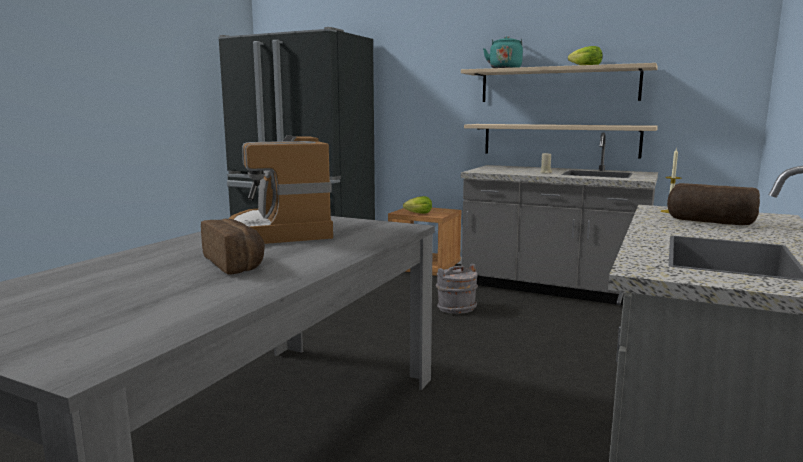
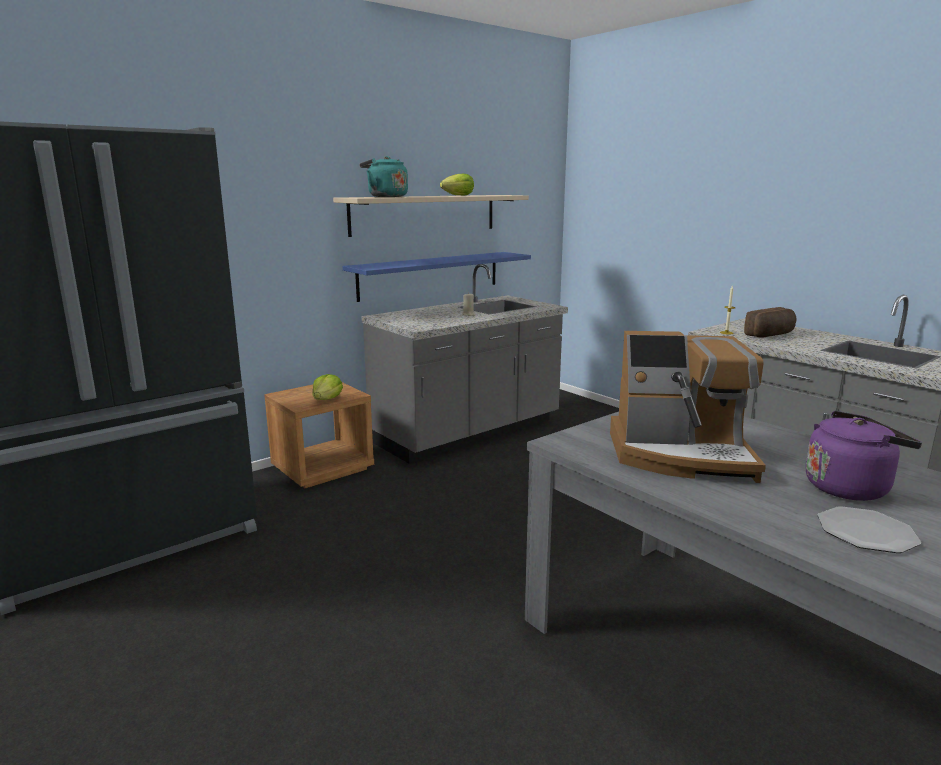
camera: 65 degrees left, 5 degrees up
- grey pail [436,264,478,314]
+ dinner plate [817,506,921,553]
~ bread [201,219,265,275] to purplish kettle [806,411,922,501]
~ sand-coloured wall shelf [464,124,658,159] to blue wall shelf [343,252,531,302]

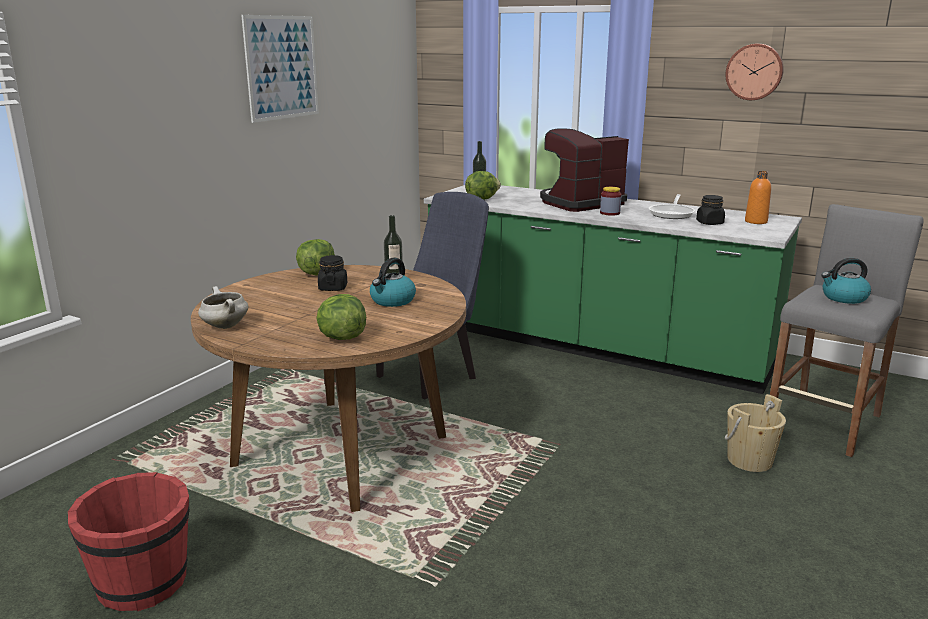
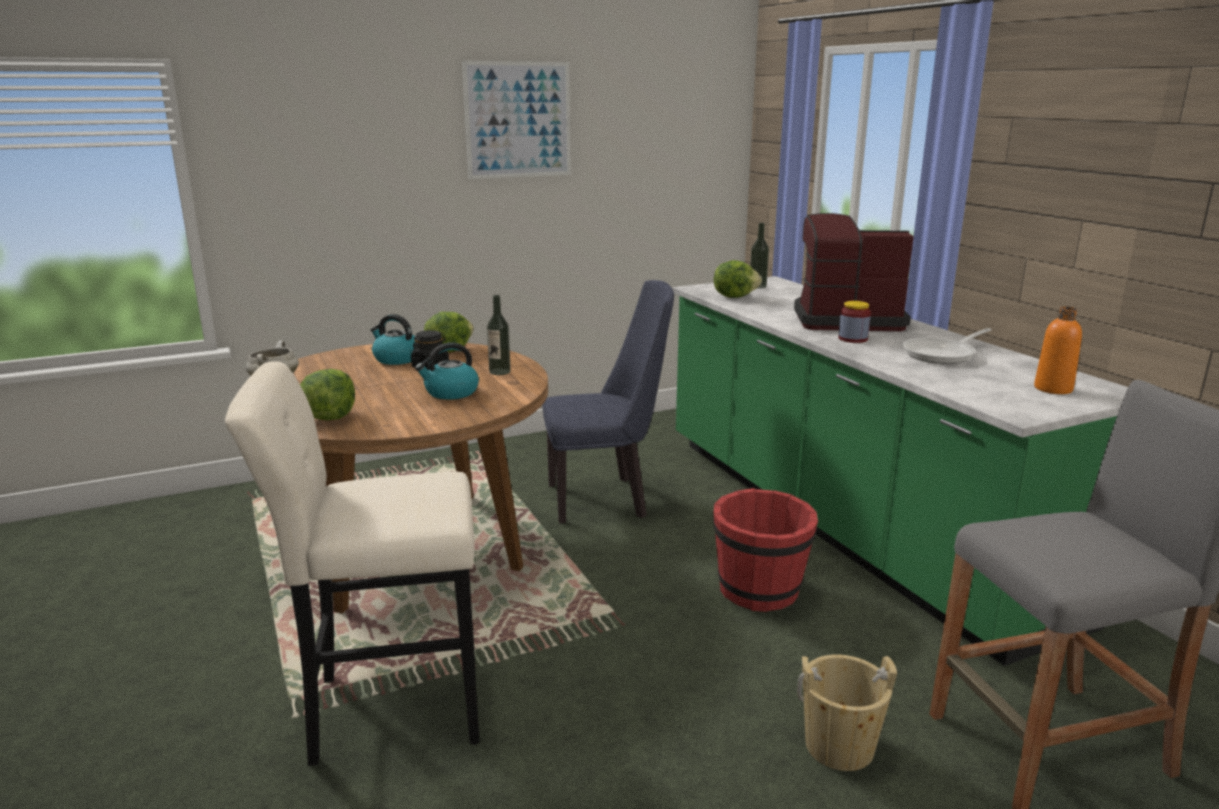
camera: 35 degrees right, 0 degrees up
- black preserve jar [696,195,725,225]
- hanging clock [725,44,784,100]
+ sand-coloured stool seat [225,361,480,766]
~ reddish pail [68,472,190,611] to [713,488,818,612]
~ kettle [821,258,871,304] to [371,314,415,365]

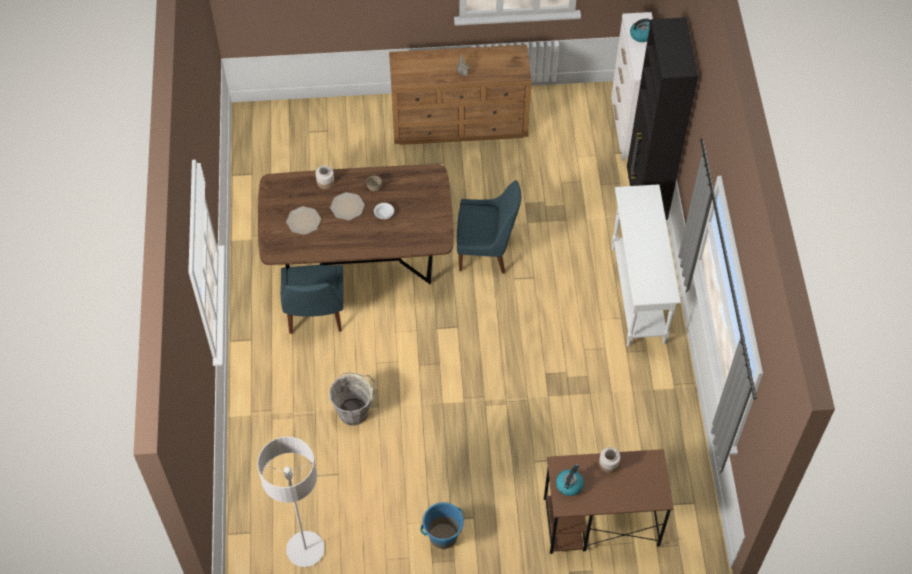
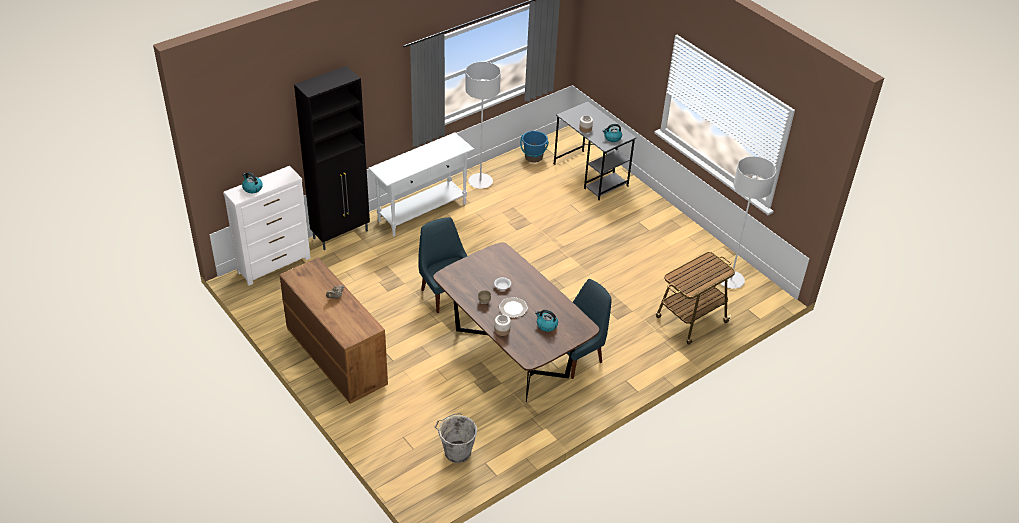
camera: 125 degrees left, 15 degrees down
+ grey floor lamp [465,62,501,189]
+ wheeled cart [656,252,735,345]
~ grey pail [329,373,375,426] to [435,413,477,463]
~ blue pail [420,502,464,549] to [520,131,549,163]
~ dinner plate [286,206,321,235] to kettle [535,310,558,332]
~ brown-coloured desk table [544,449,674,554] to grey desk table [554,101,637,200]

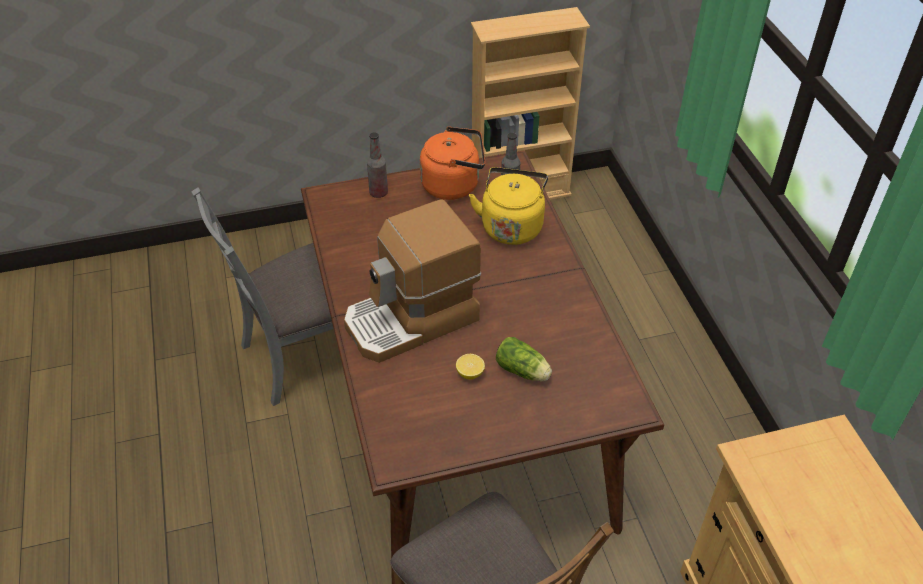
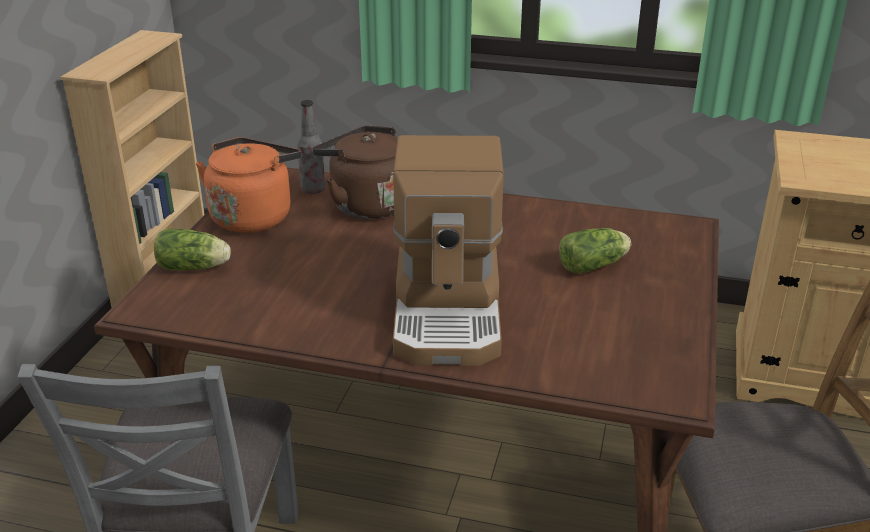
camera: 60 degrees left, 15 degrees down
- whole lemon [456,354,485,380]
~ drink bottle [367,132,388,198] to head of lettuce [154,229,231,271]
~ yellow-coloured kettle [469,167,548,245] to brown-coloured kettle [312,126,398,219]

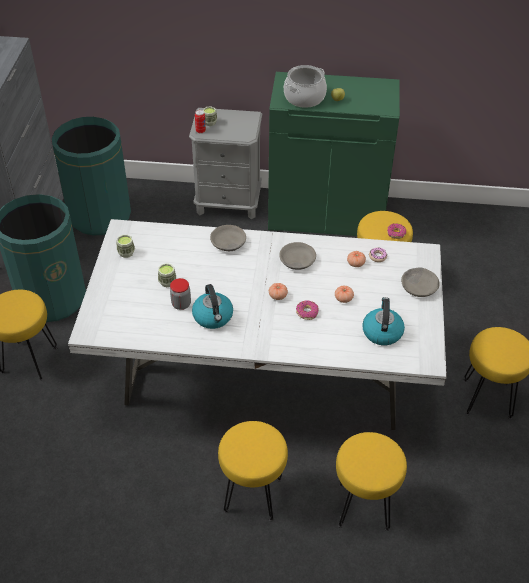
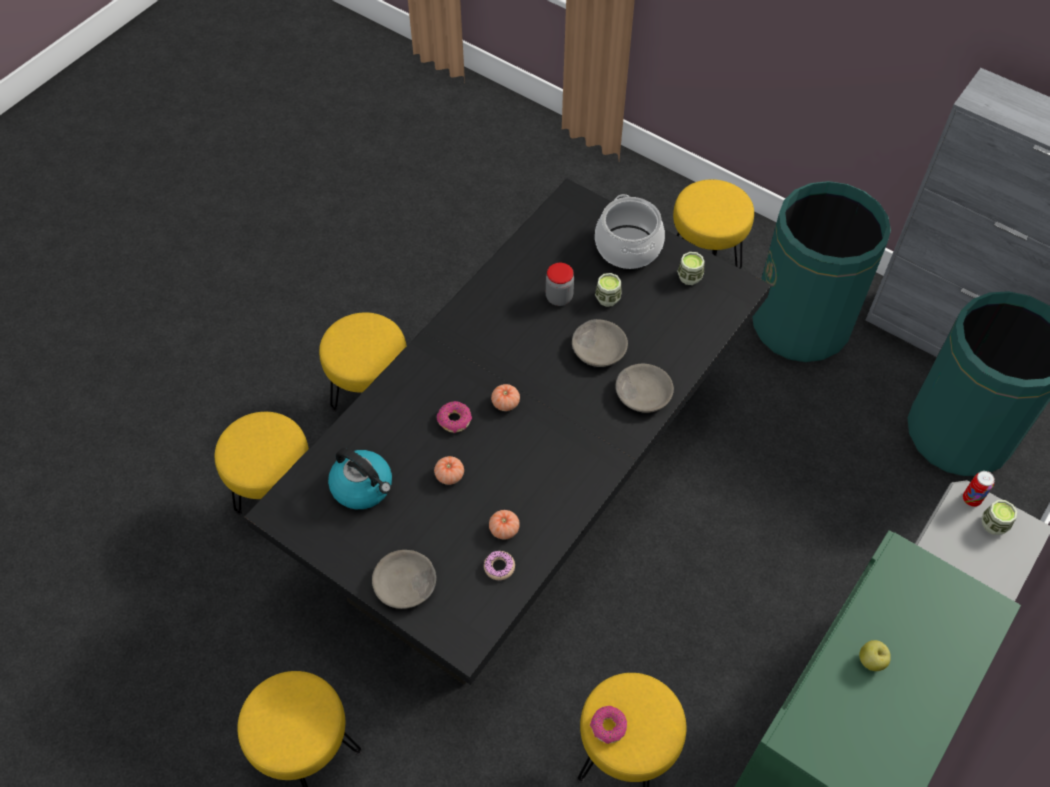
camera: 120 degrees right, 10 degrees up
- kettle [192,284,233,329]
~ grey deep dish [279,242,316,270] to [572,319,628,367]
~ stockpot [284,65,327,108] to [595,194,665,269]
~ whitish dining table [68,219,447,430] to black dining table [244,179,771,685]

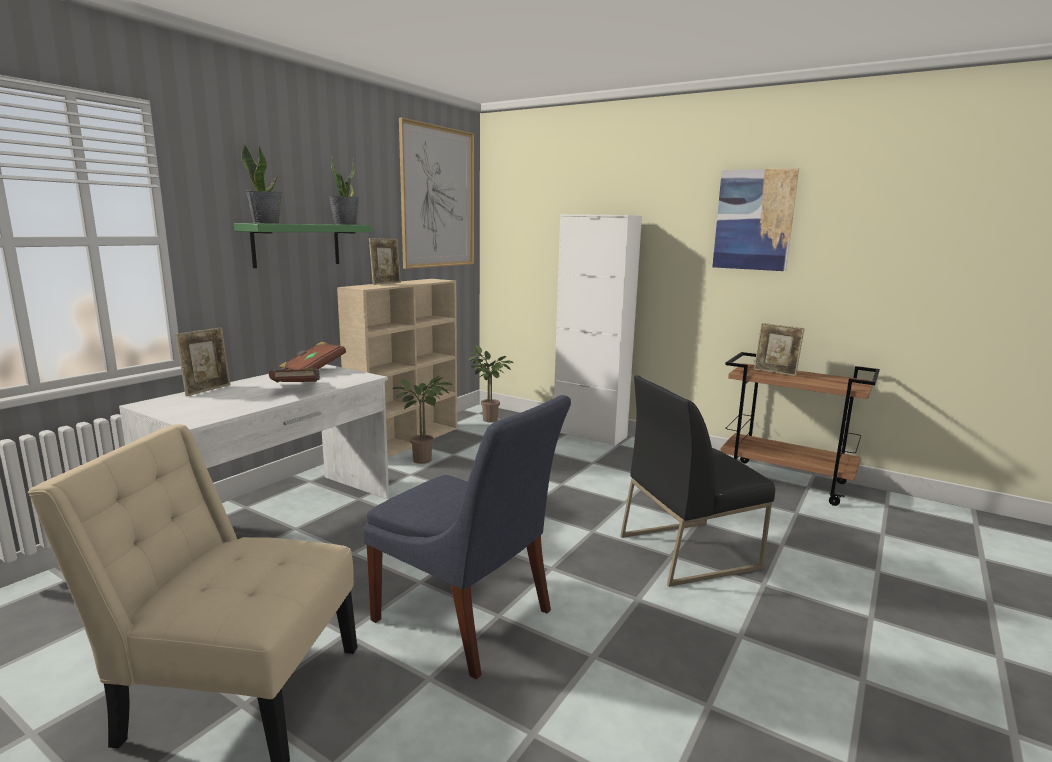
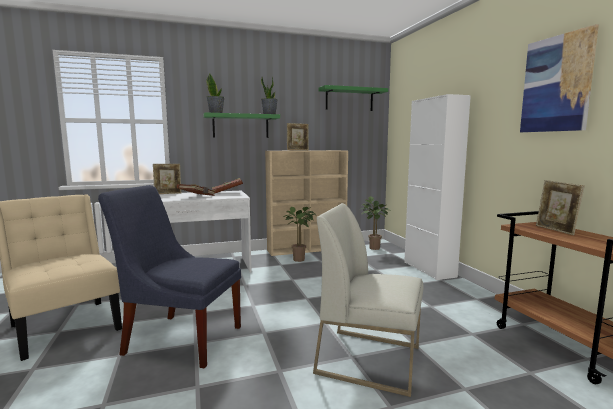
camera: 40 degrees right, 5 degrees down
~ wall picture [399,117,474,269] to green-coloured wall shelf [318,85,388,111]
~ black upright chair [620,375,775,587] to whitish upright chair [313,203,424,397]
~ blue upright chair [363,395,571,679] = [98,185,241,368] 120 degrees clockwise

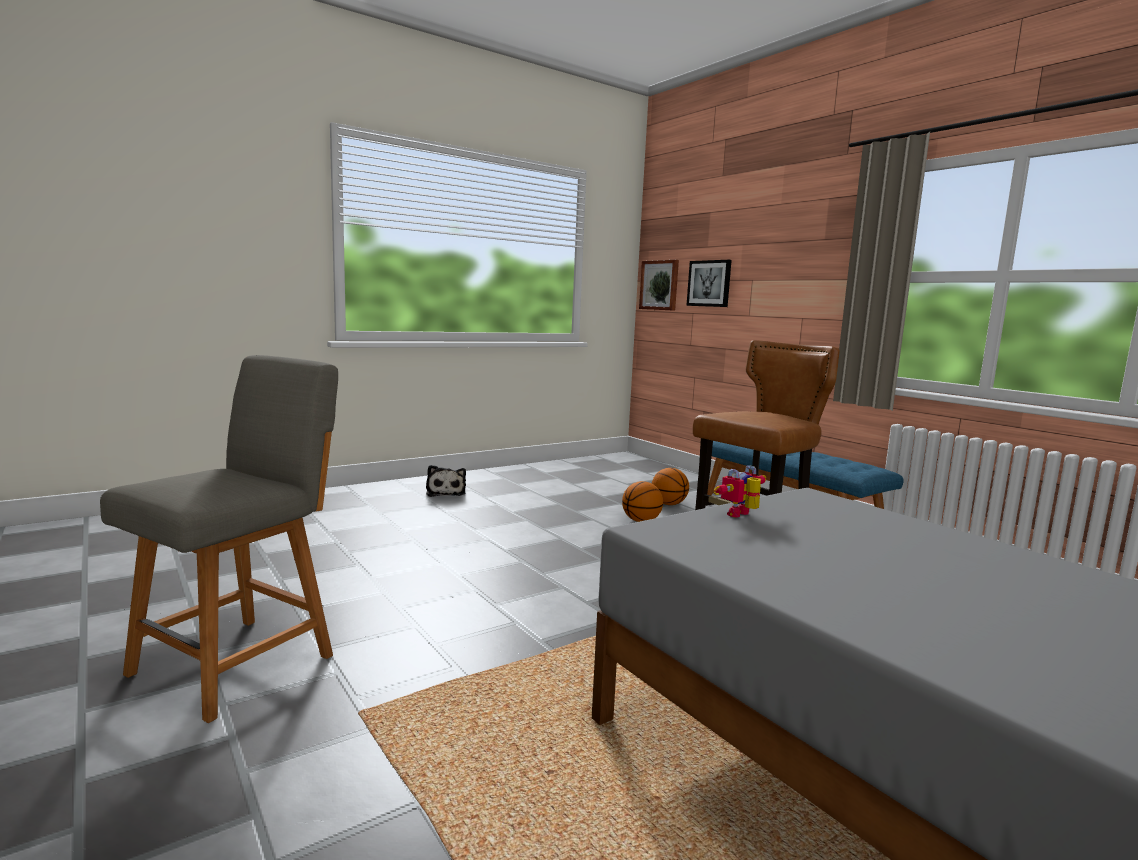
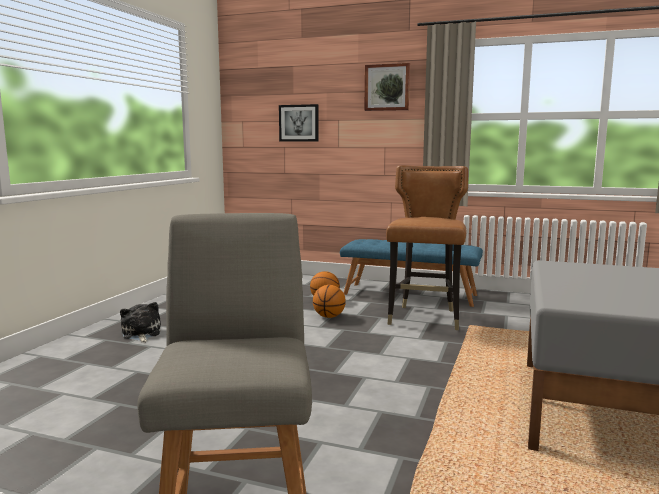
camera: 35 degrees left, 0 degrees up
- robot figure [713,465,767,517]
~ wall picture [639,260,679,311] to [364,63,410,111]
~ soft toy [426,465,466,497] = [120,302,161,343] 150 degrees counterclockwise

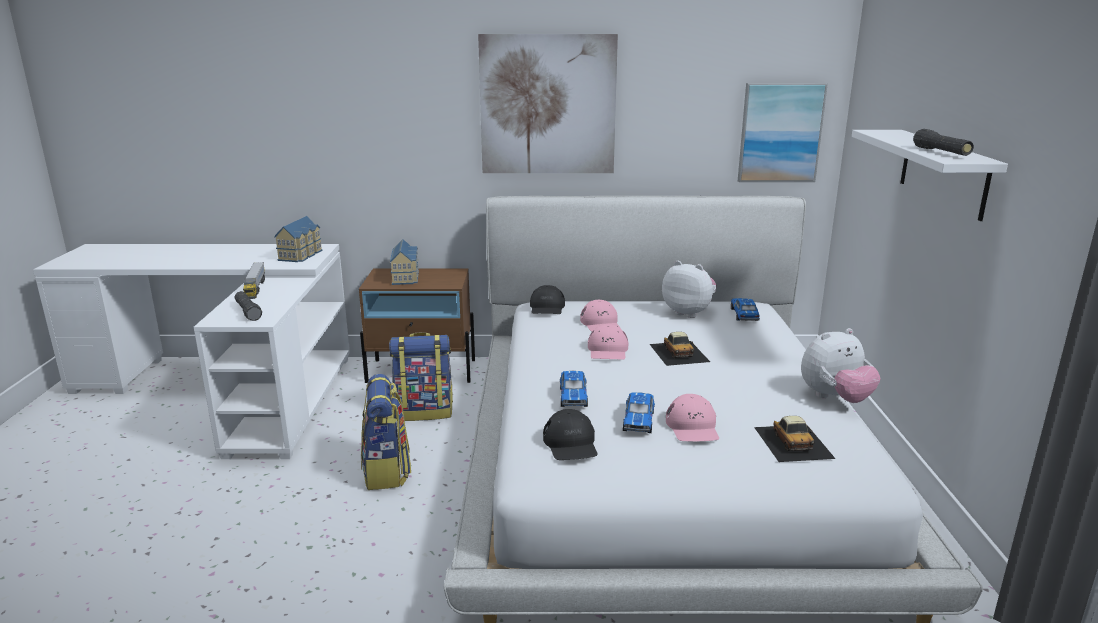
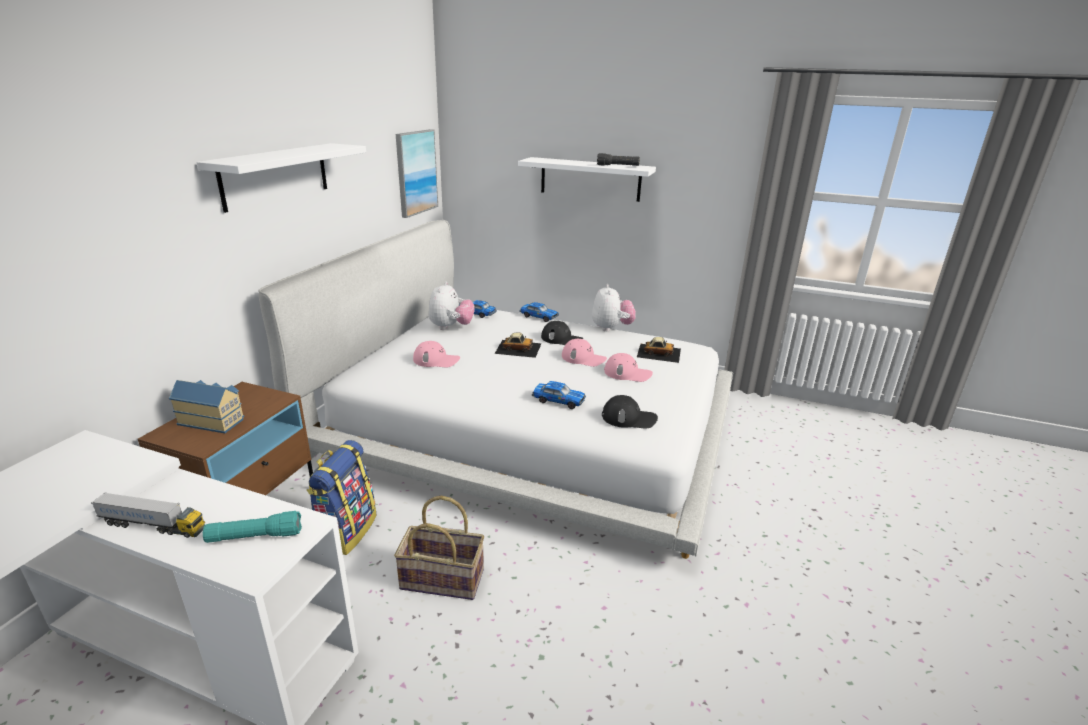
camera: 70 degrees left, 5 degrees up
- toy house [274,216,322,262]
~ black cap [530,285,565,314] to [541,321,583,345]
~ pink cap [588,324,629,360] to [562,339,607,367]
~ miniature car [623,392,655,433] to [519,302,559,322]
~ backpack [361,374,411,490] to storage basket [394,496,484,600]
~ wall picture [478,34,618,173] to whitish wall shelf [196,143,366,213]
~ black hand torch [234,291,262,321] to blue-green hand torch [203,511,302,543]
~ soft toy [662,261,717,318] = [429,282,475,330] 135 degrees clockwise

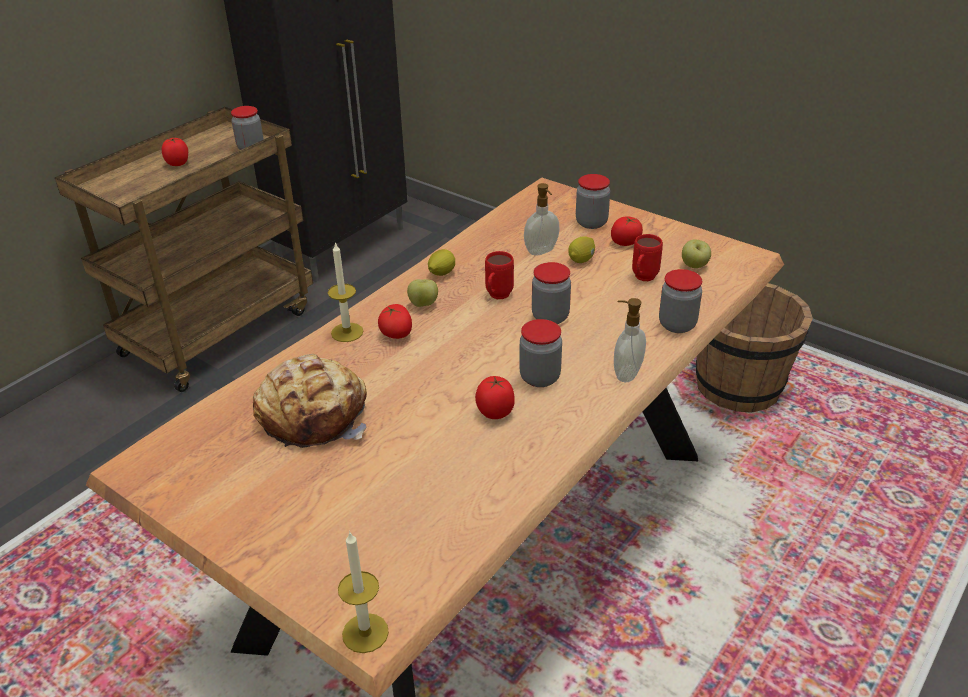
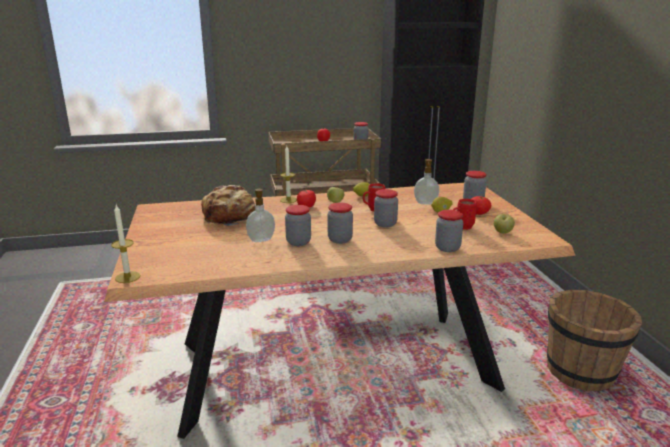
camera: 40 degrees right, 15 degrees down
~ liquid soap bottle [614,298,646,382] to [246,189,275,242]
~ fresh tomato [475,376,515,419] to preserve jar [285,205,311,246]

